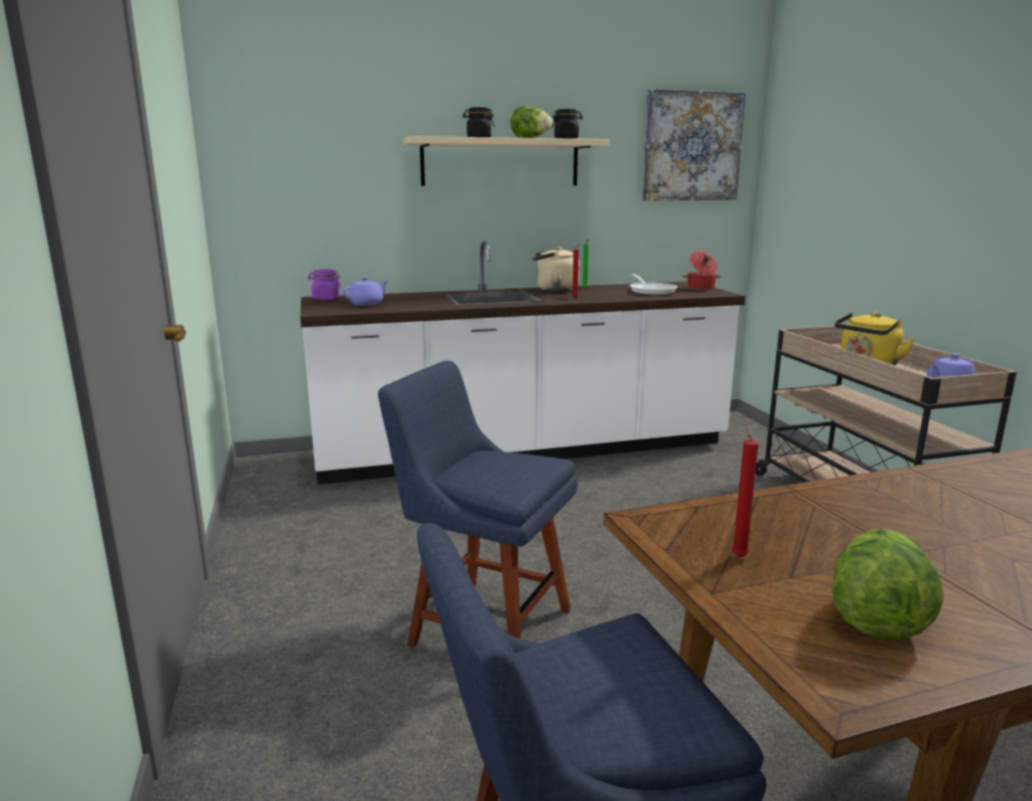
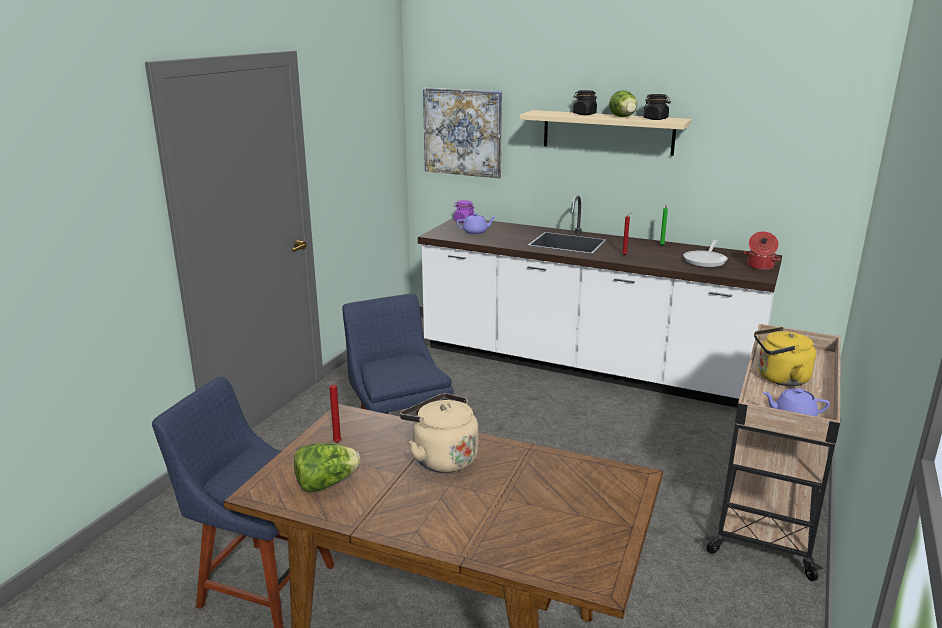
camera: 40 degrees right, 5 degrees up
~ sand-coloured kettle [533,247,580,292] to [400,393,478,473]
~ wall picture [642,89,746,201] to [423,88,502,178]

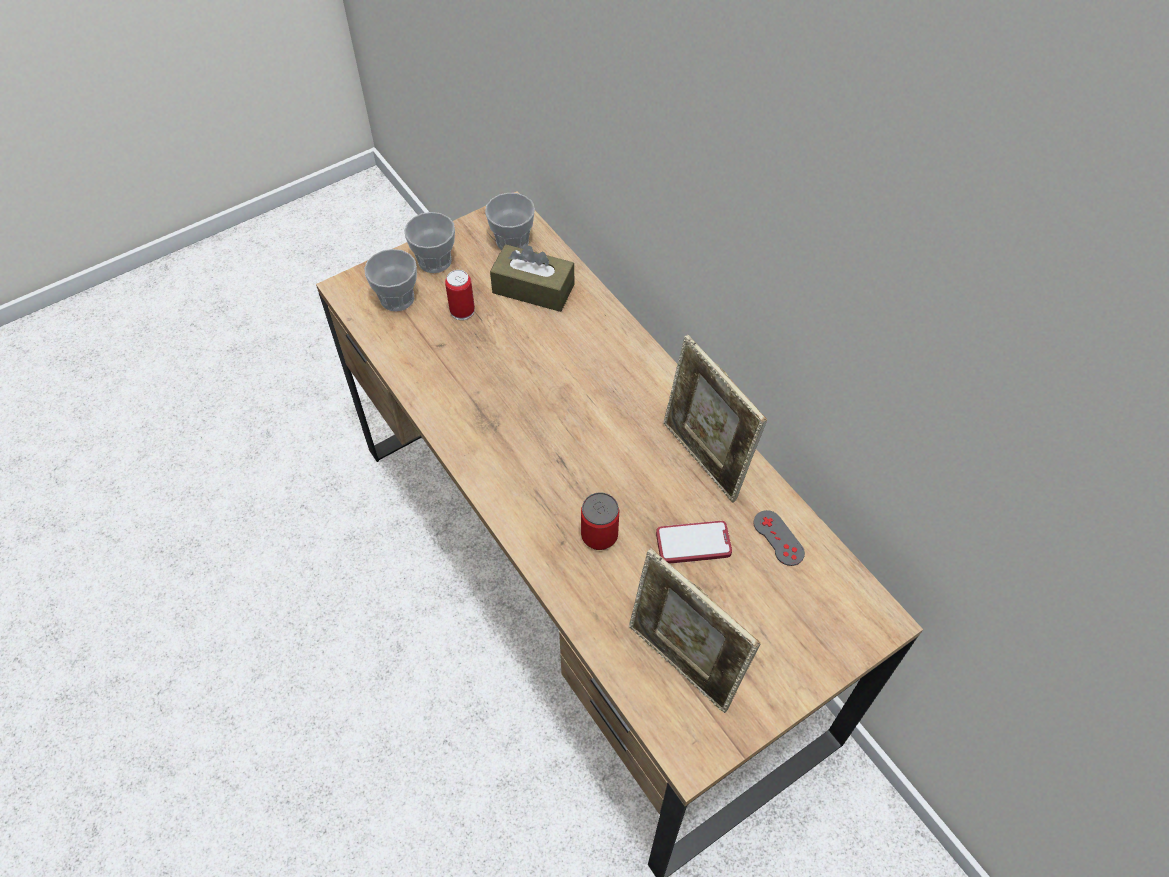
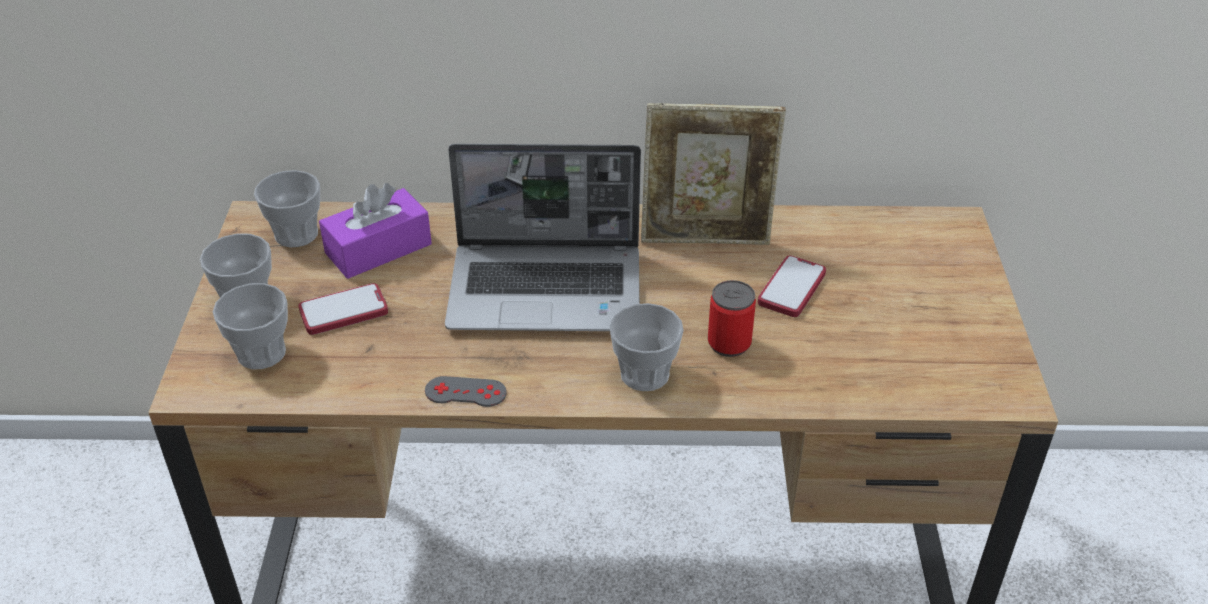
camera: 55 degrees left, 15 degrees down
- picture frame [629,548,761,713]
+ laptop [445,144,641,331]
+ drinking cup [609,303,684,391]
~ grey gamepad [753,510,805,566] to [425,376,507,407]
~ metal can [445,270,475,320] to handset [298,283,388,335]
~ brown-coloured tissue holder [490,244,574,312] to purplish tissue holder [319,183,432,279]

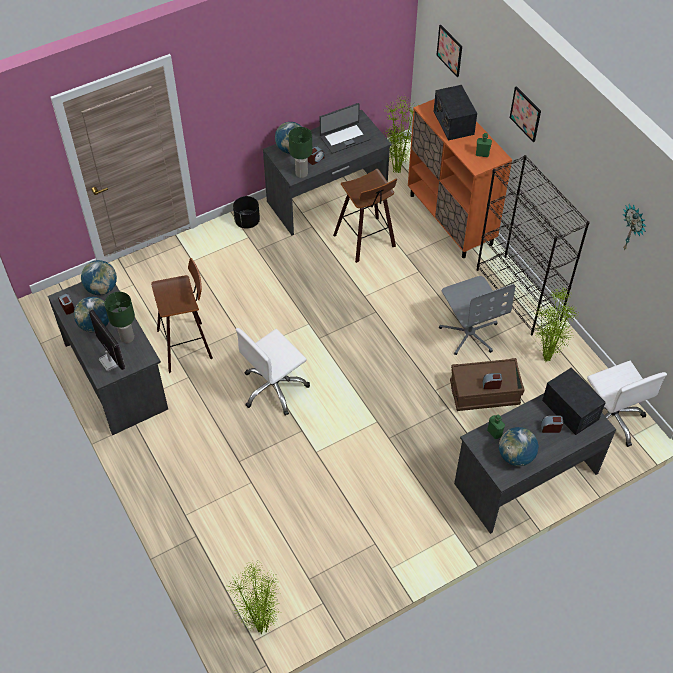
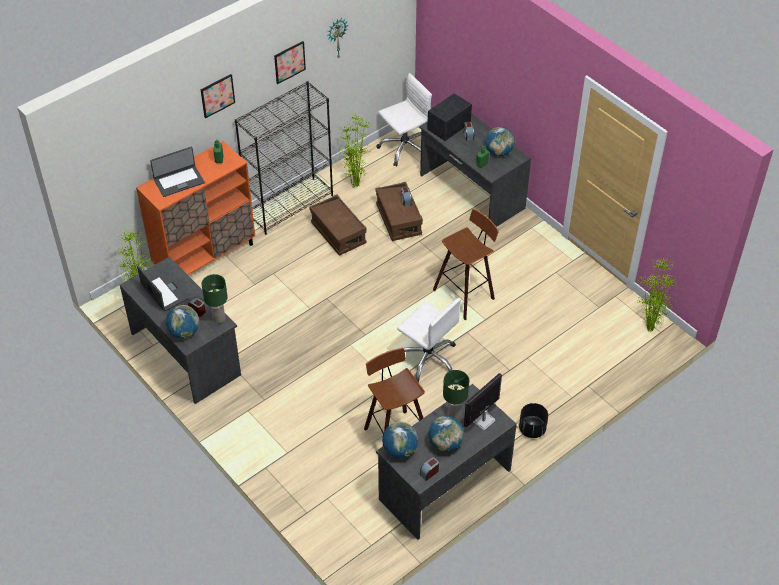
camera: 100 degrees left, 5 degrees down
~ black plant pot [233,196,260,229] to [519,403,548,438]
~ stool seat [333,169,397,263] to [433,209,499,321]
~ wall picture [436,25,462,77] to [274,41,306,84]
~ radio set [434,85,477,140] to laptop [150,147,205,197]
~ grey computer chair [439,276,515,355] to brown-coloured storage container [309,194,366,256]

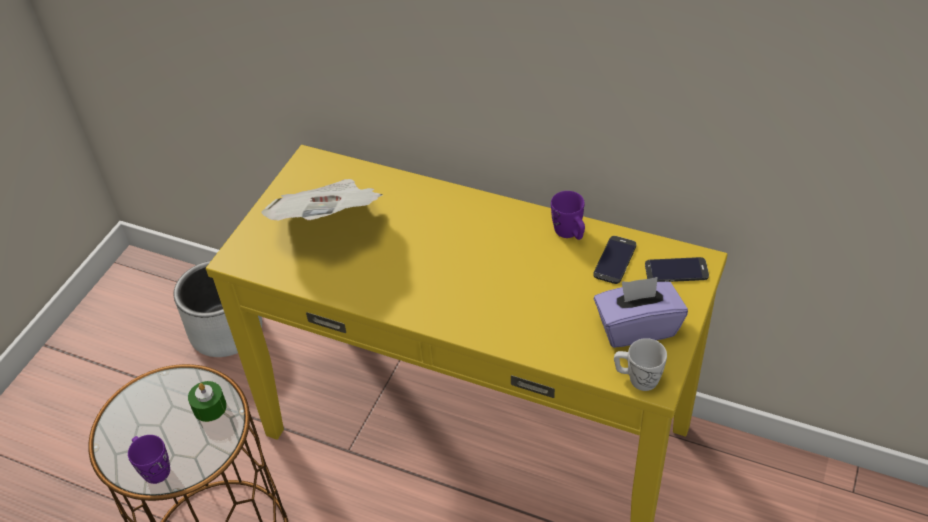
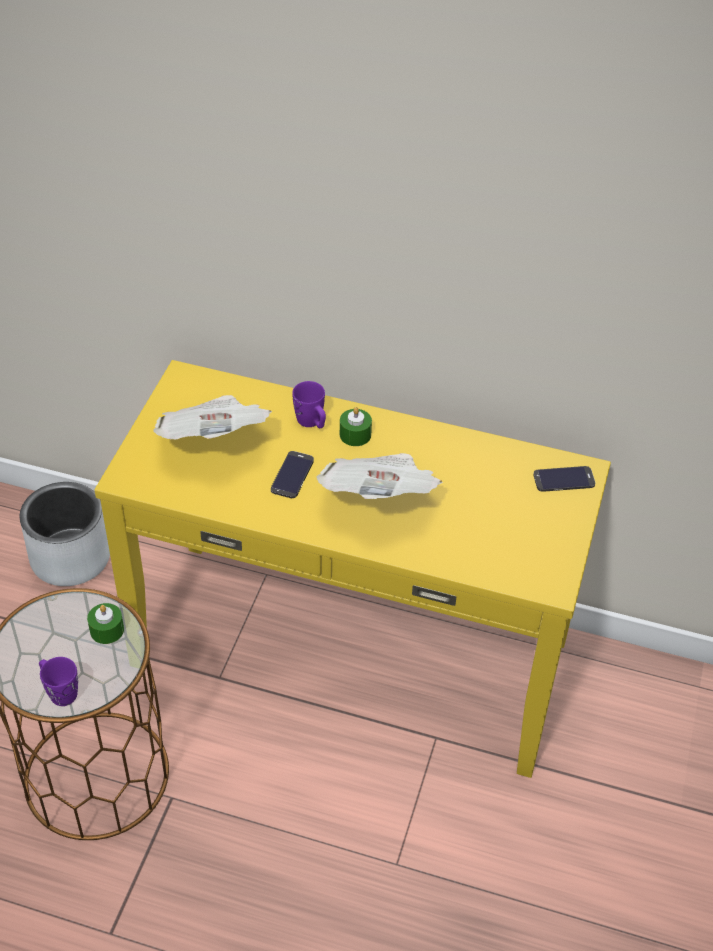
camera: 10 degrees left, 0 degrees up
- purplish tissue holder [594,277,688,348]
- whitish coffee mug [614,338,667,391]
+ newspaper [316,453,443,499]
+ green-coloured candle [340,407,372,446]
~ purplish coffee mug [551,191,585,240] to [292,381,326,428]
~ handset [593,236,636,284] to [271,451,314,498]

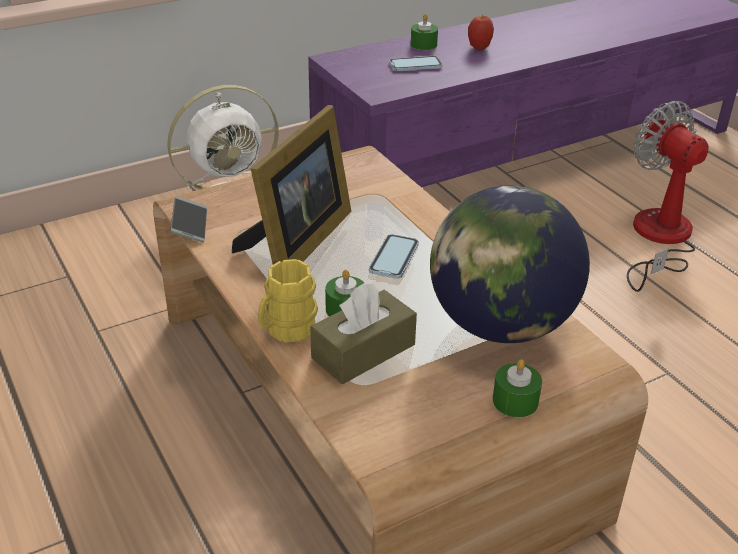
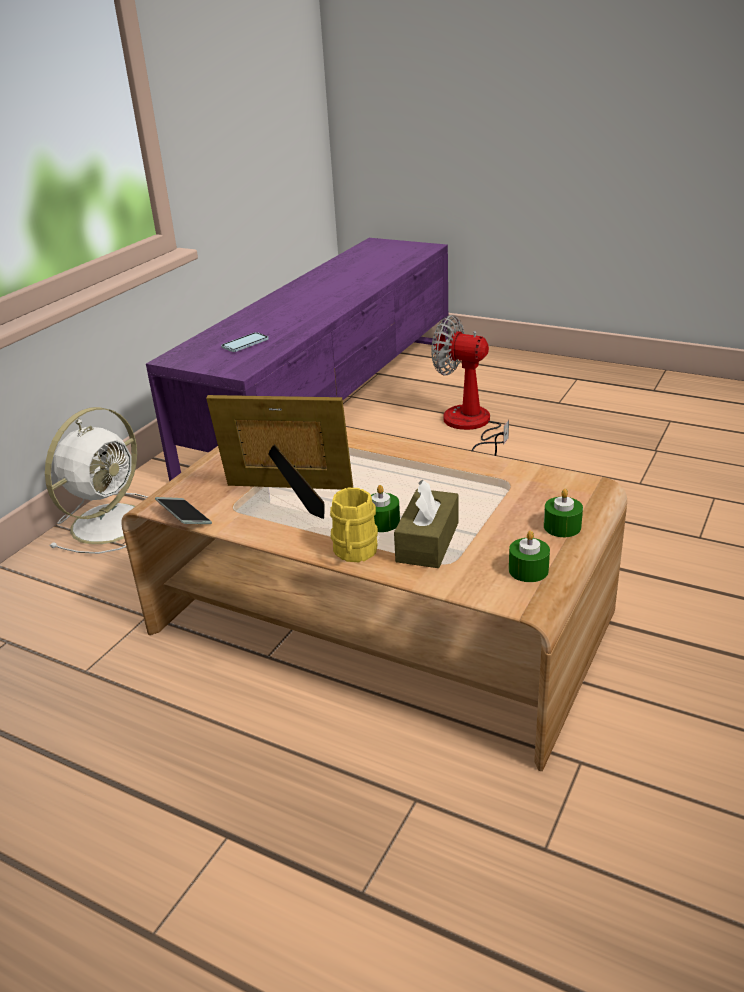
camera: 30 degrees left, 5 degrees down
- handset [369,234,419,279]
- globe [430,185,590,343]
- whole apple [468,14,494,50]
~ green-coloured candle [411,14,438,50] to [509,531,550,582]
~ picture frame [232,105,351,265] = [206,395,353,519] 75 degrees counterclockwise

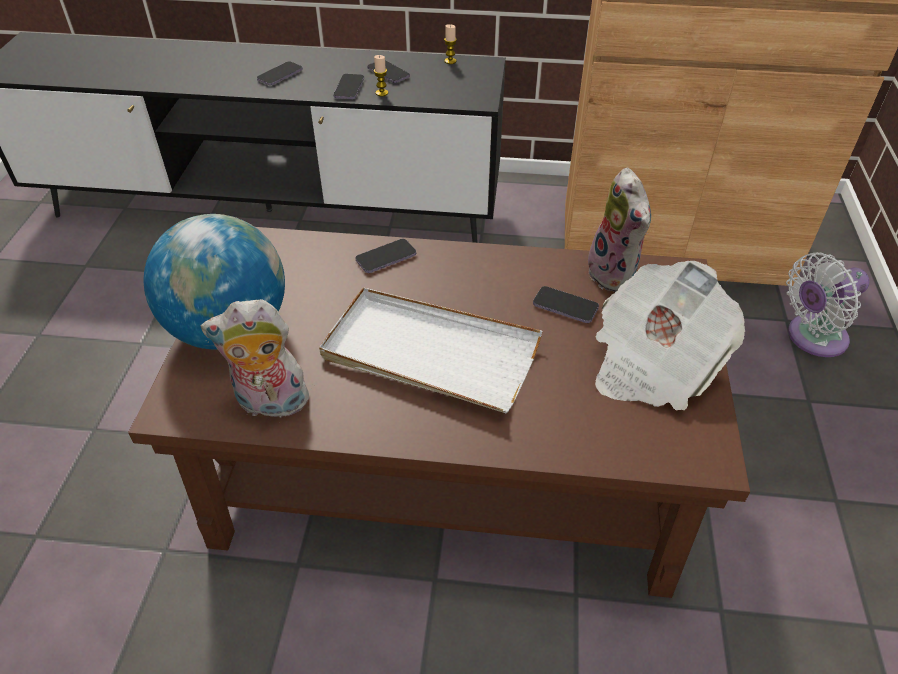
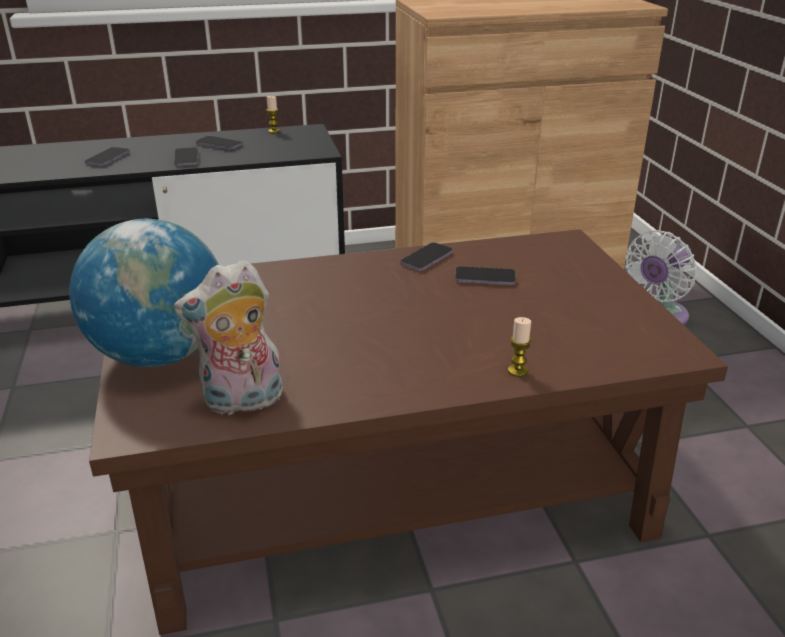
camera: 20 degrees left, 15 degrees down
- whitish serving tray [319,288,542,413]
- soft toy [588,168,651,292]
- newspaper [595,261,745,410]
~ handset [355,239,416,273] to [401,242,453,271]
~ candle [374,55,388,96] to [508,317,532,377]

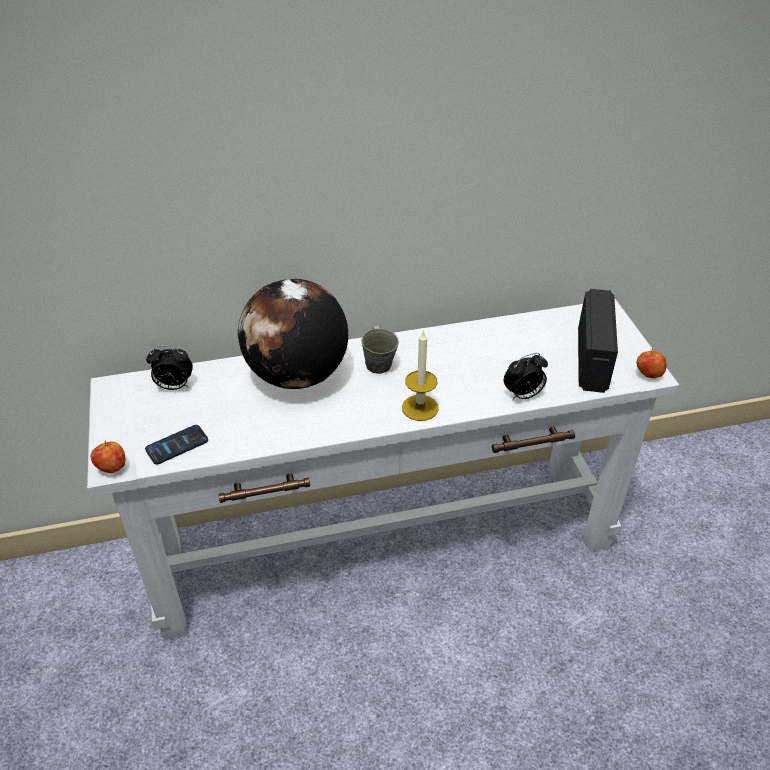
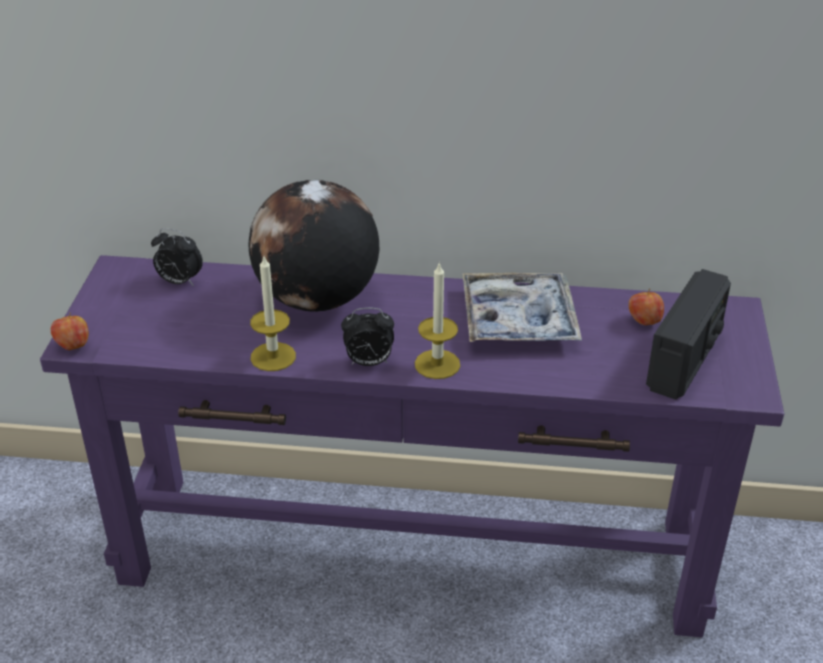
camera: 20 degrees right, 5 degrees down
- handset [145,425,208,465]
- grey coffee mug [362,326,399,374]
+ candle [250,256,296,371]
+ serving tray [462,273,582,342]
~ bedside clock [504,353,548,401] to [341,308,394,366]
~ whole apple [637,349,667,378] to [629,288,664,325]
~ whitish narrow table [87,299,679,640] to purplish narrow table [40,255,785,637]

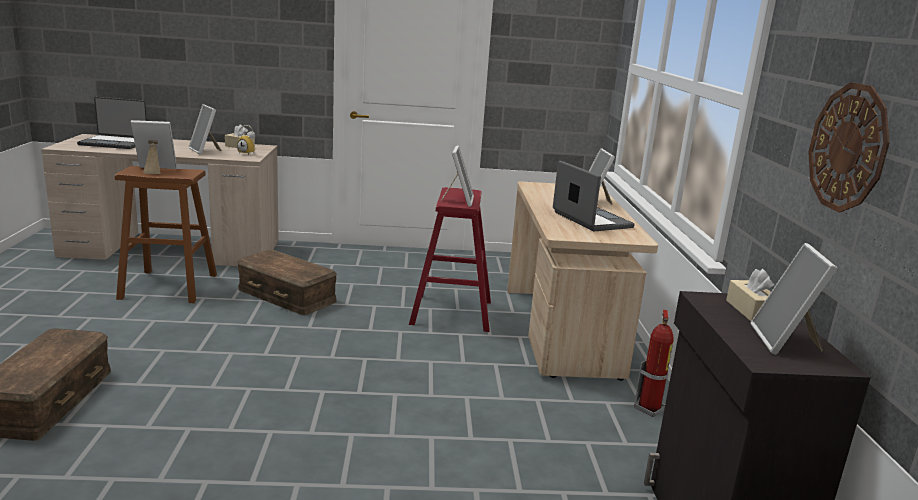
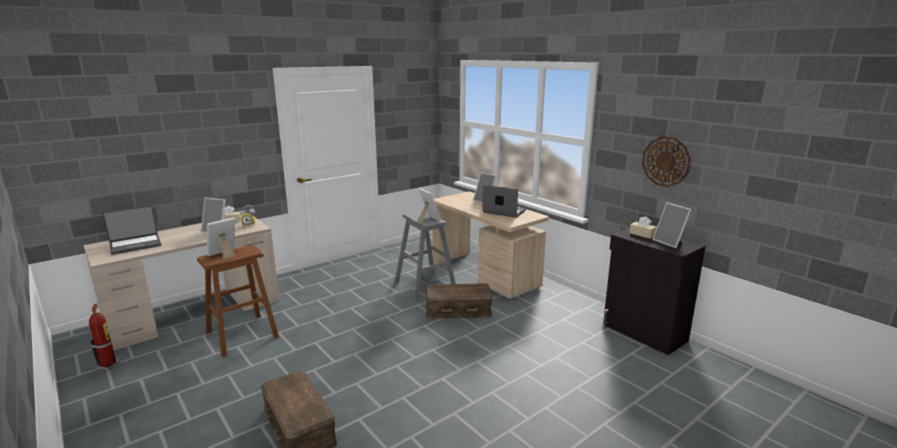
camera: 35 degrees left, 0 degrees up
~ brown-coloured storage container [237,250,337,315] to [426,283,493,319]
~ fire-fighting cylinder [634,310,673,417] to [89,304,120,370]
~ reddish stool seat [409,187,491,332] to grey stool seat [394,211,456,300]

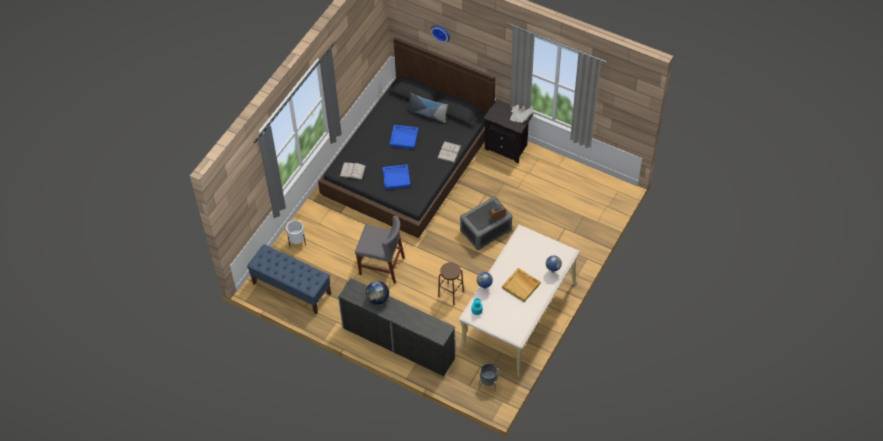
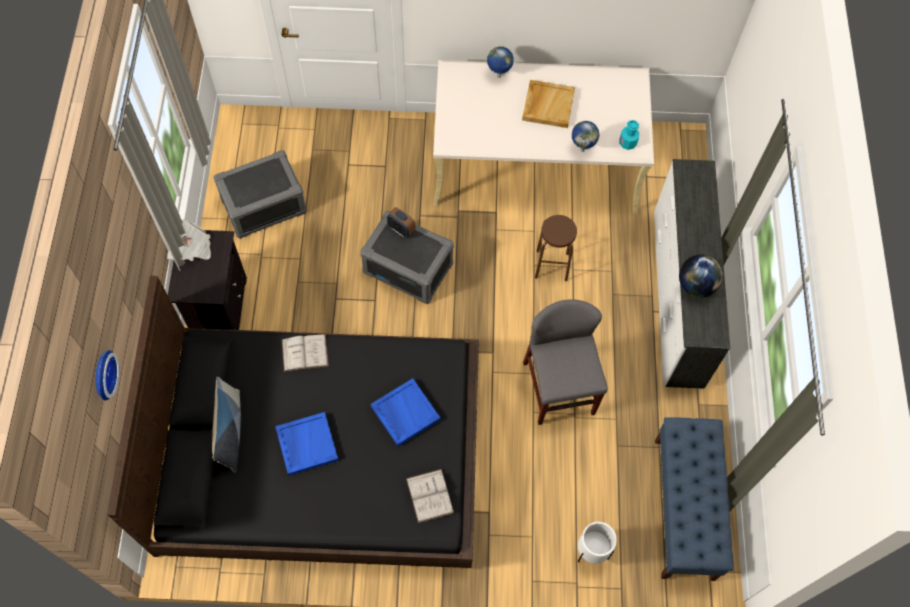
camera: 120 degrees left, 10 degrees up
- grey plant pot [479,363,499,392]
+ grey storage container [213,150,307,239]

